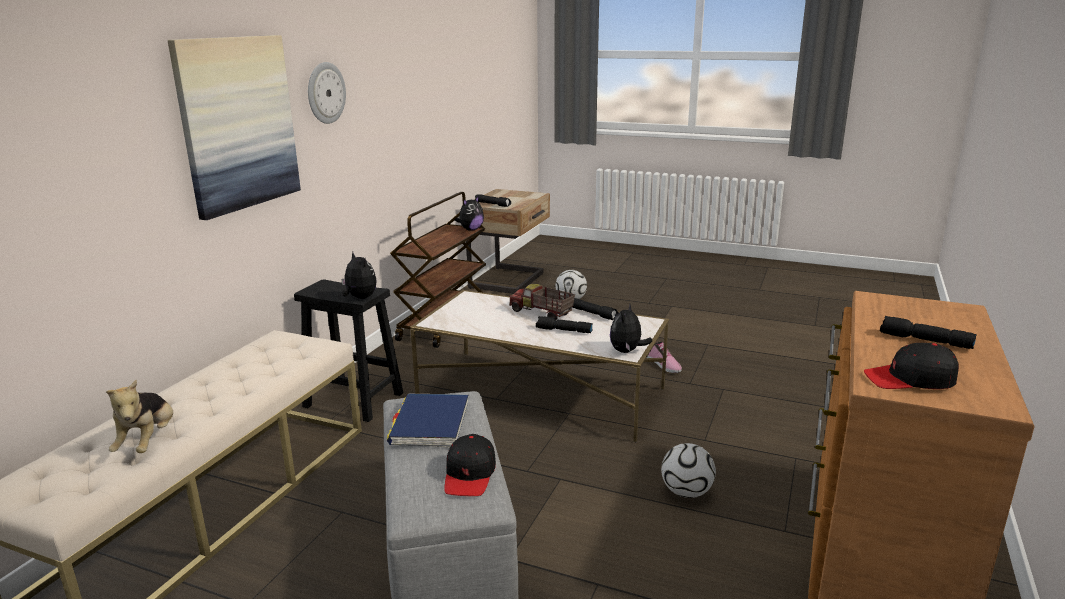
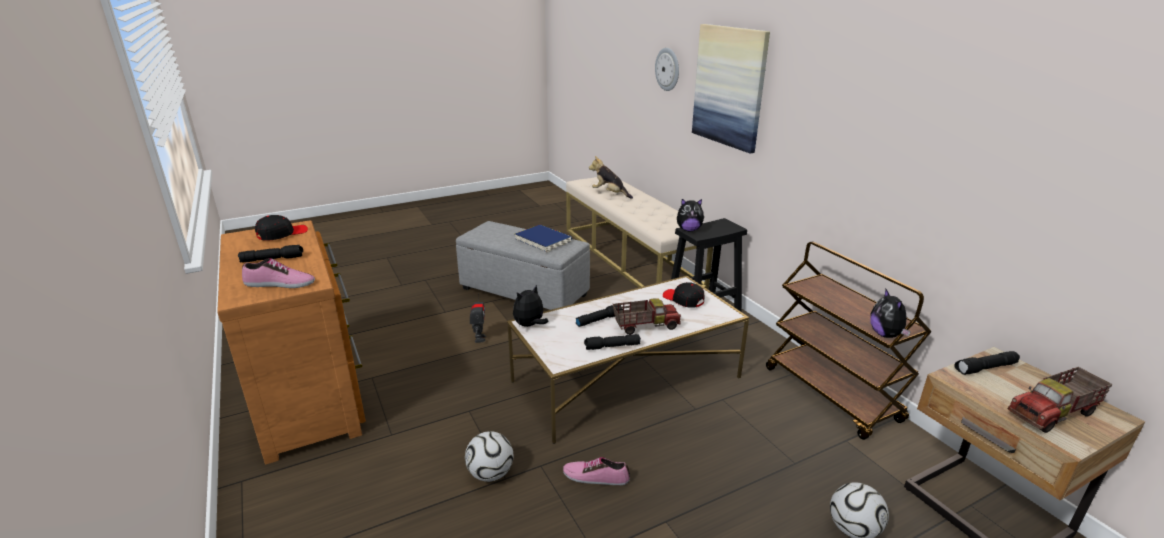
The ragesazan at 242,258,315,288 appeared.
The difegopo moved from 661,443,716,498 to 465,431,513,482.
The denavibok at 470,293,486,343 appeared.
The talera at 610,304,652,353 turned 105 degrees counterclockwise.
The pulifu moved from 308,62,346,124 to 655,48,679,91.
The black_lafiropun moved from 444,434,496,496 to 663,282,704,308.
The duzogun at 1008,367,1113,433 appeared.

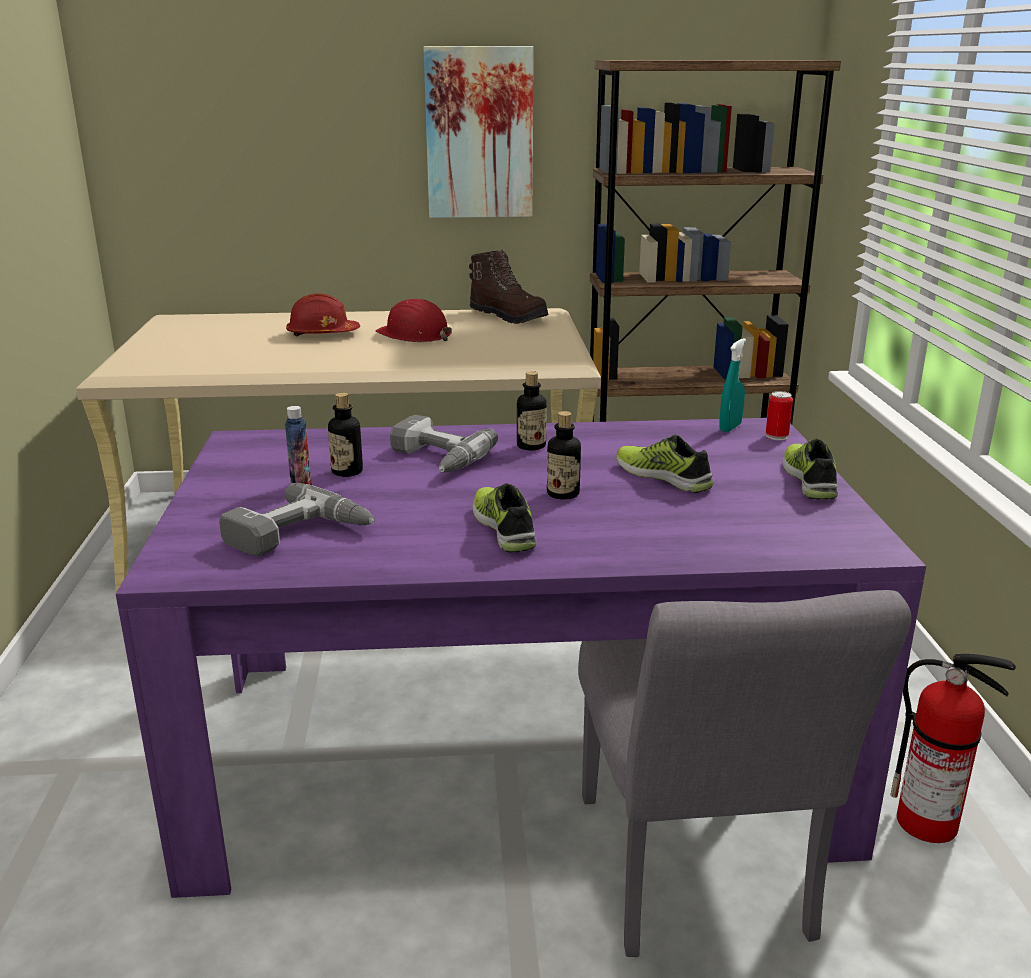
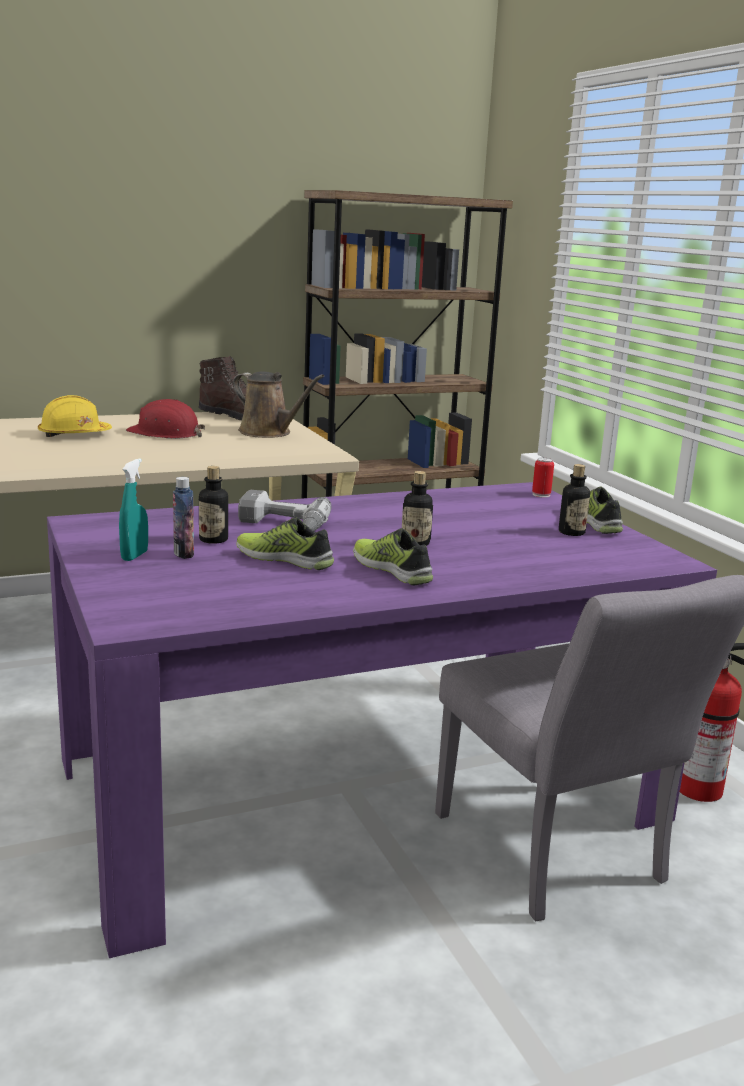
The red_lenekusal at 286,293,360,336 became the yellow_lenekusal at 38,395,112,437.
The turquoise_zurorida moved from 719,338,746,432 to 119,458,148,561.
The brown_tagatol at 233,371,324,438 appeared.
The ragesazan moved from 616,435,714,493 to 236,517,334,570.
The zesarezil moved from 517,371,547,450 to 559,464,590,536.
The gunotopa at 219,483,375,556 disappeared.
The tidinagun at 423,46,533,218 disappeared.

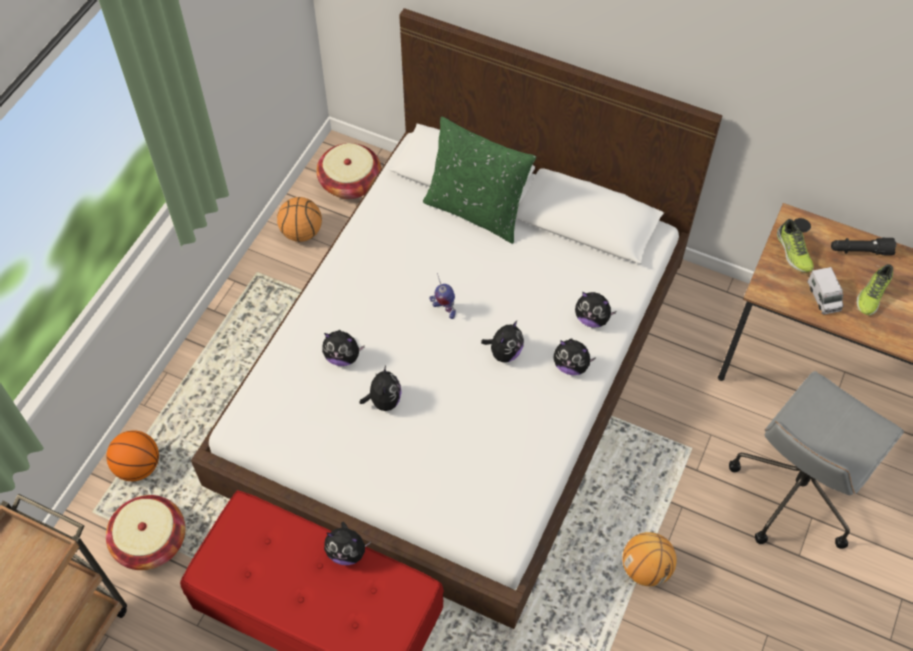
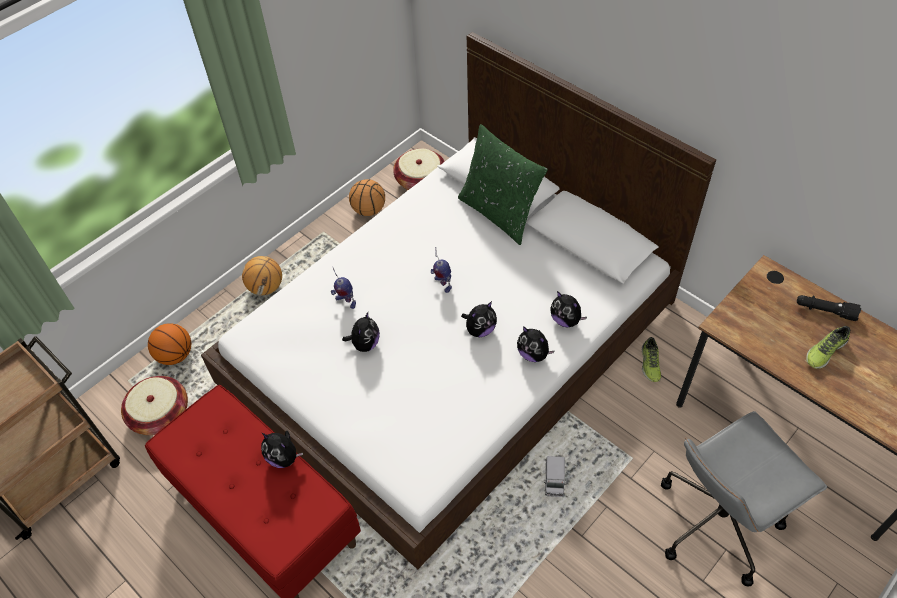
The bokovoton moved from 623,532,677,586 to 242,256,282,295.
The talera at 322,330,365,366 was replaced by the denavibok at 331,268,356,309.
The duzogun moved from 807,267,845,315 to 544,456,565,497.
The ragesazan moved from 777,219,814,272 to 642,337,661,382.

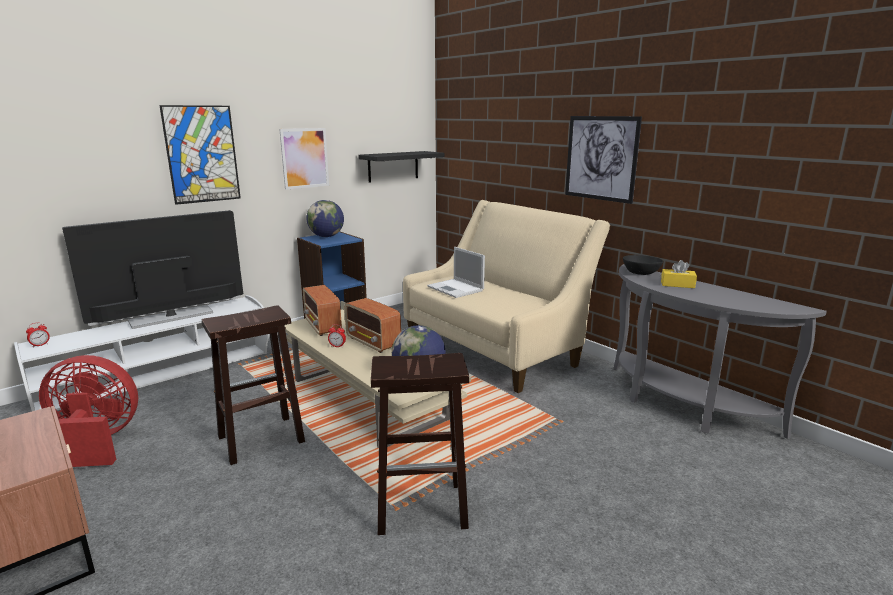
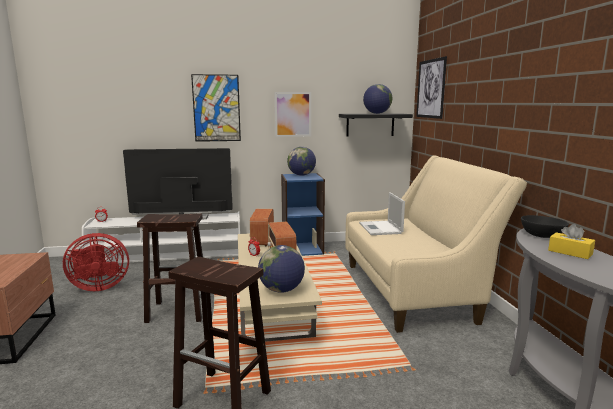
The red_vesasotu at 39,355,138,467 turned 135 degrees clockwise.
The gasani at 363,84,393,114 appeared.
The tidinagun moved from 565,116,642,204 to 416,56,447,119.

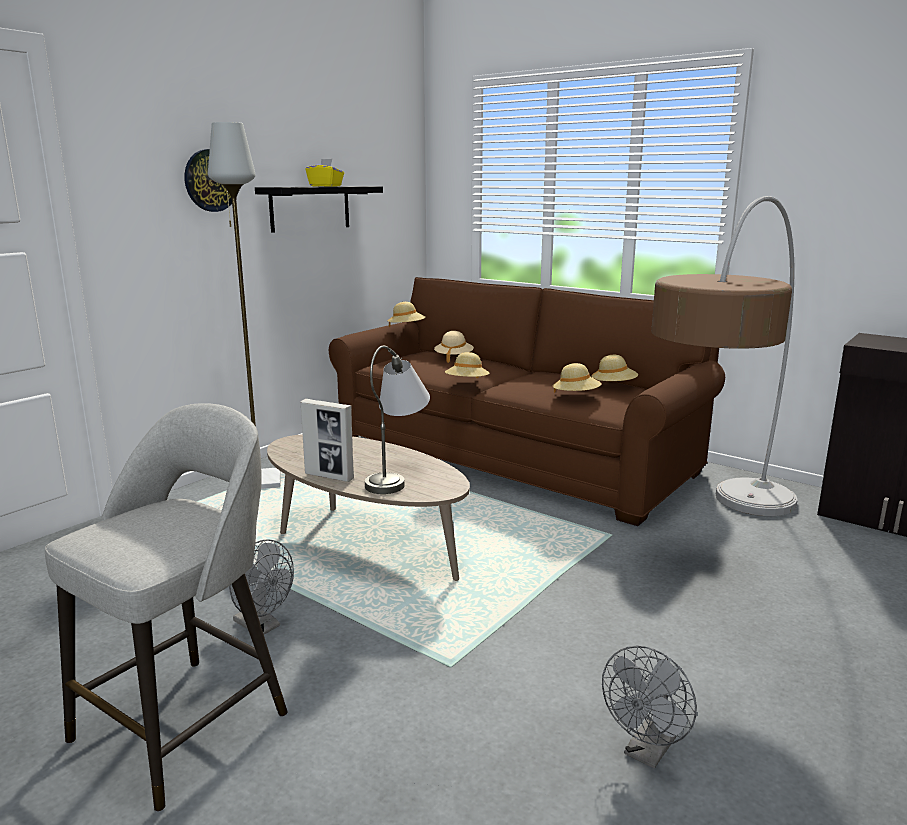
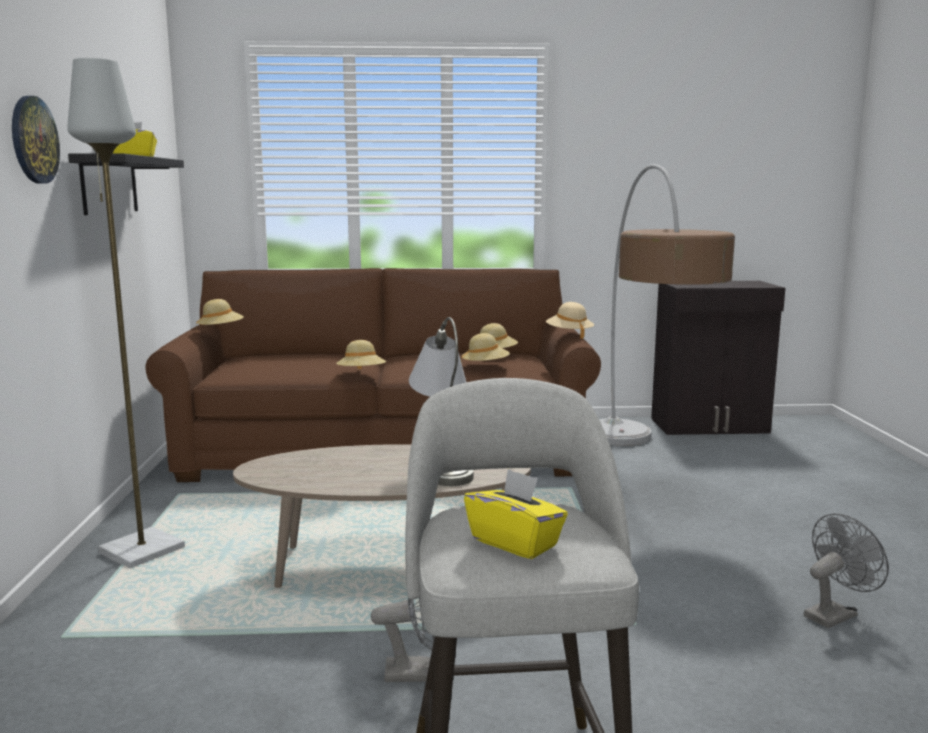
The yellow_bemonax at 464,469,568,559 appeared.
The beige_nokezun moved from 434,331,474,363 to 546,302,594,339.
The grey_vesasotu at 602,646,697,769 turned 120 degrees counterclockwise.
The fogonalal at 301,399,354,482 disappeared.

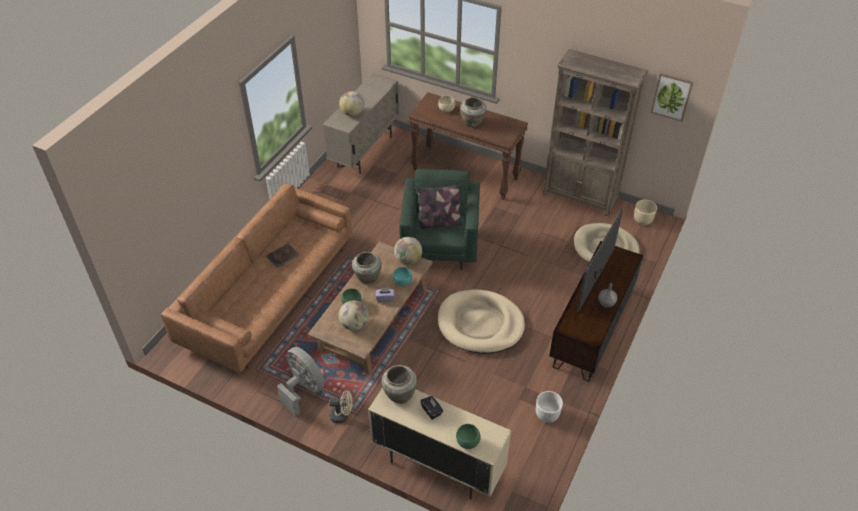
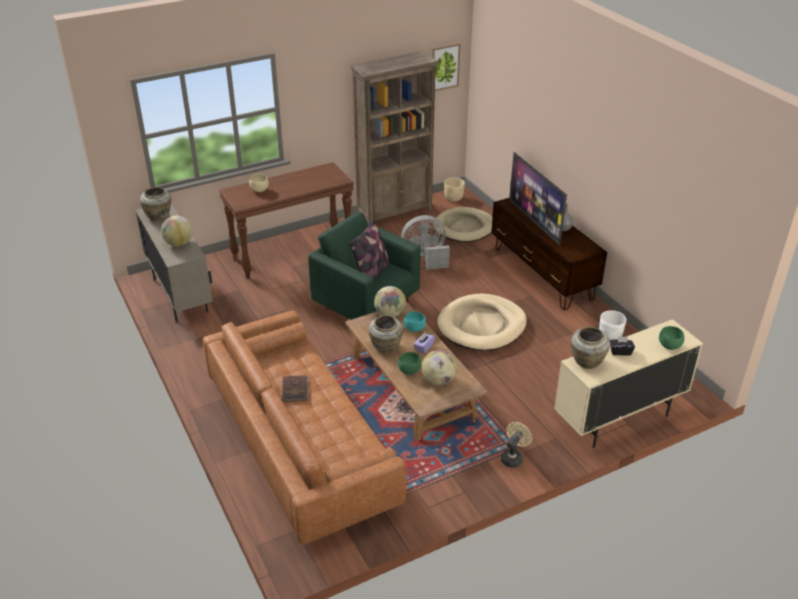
The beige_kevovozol moved from 460,97,487,127 to 140,187,171,221.
The grey_vesasotu moved from 277,347,325,416 to 401,215,450,270.

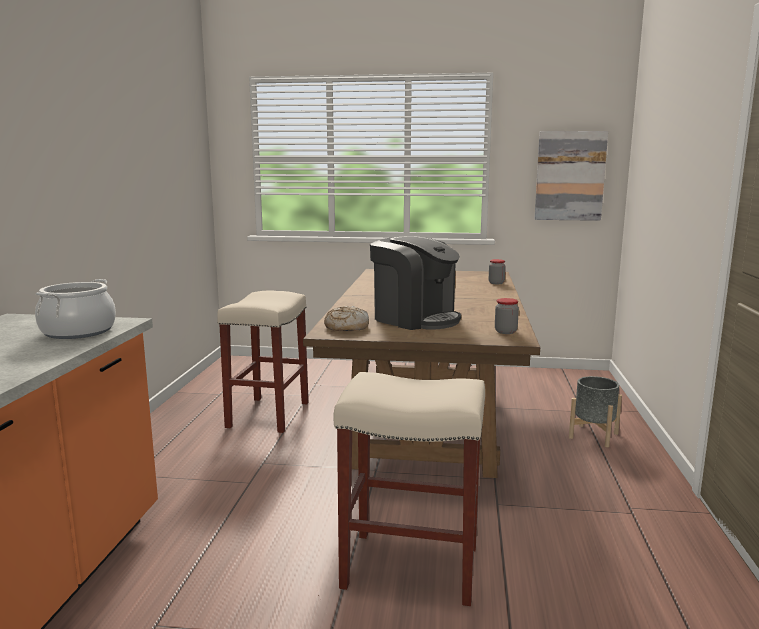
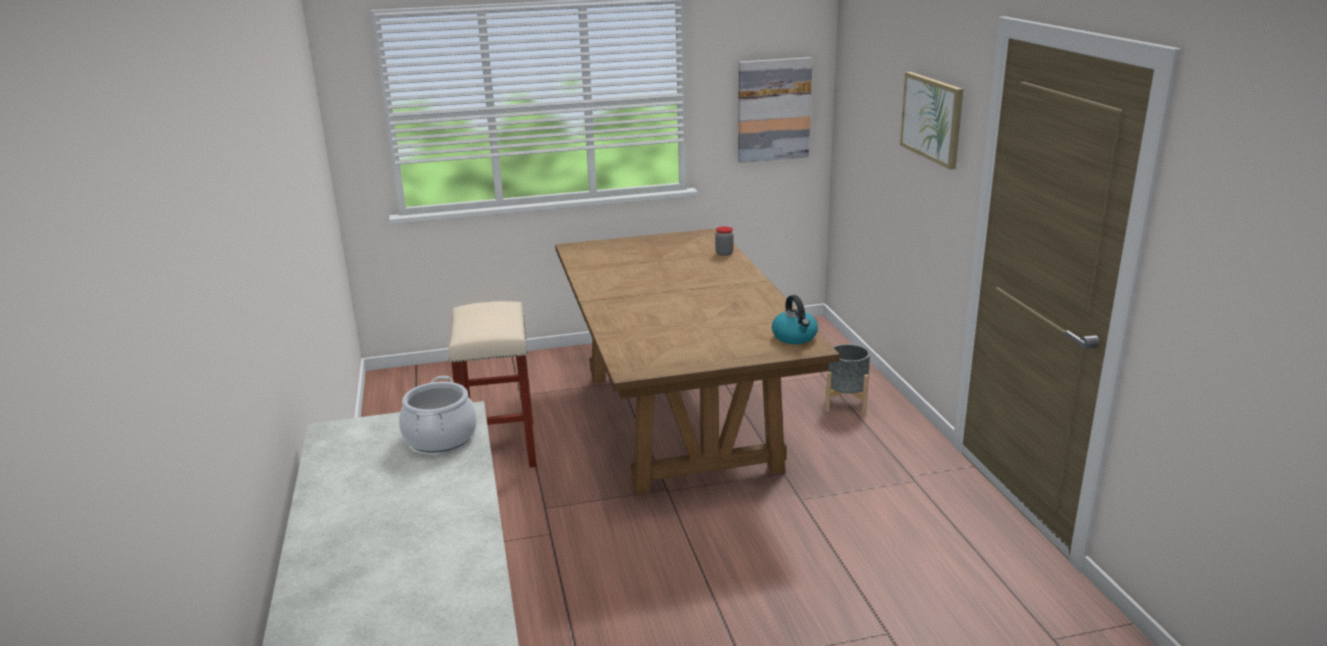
The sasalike at 495,298,519,334 was replaced by the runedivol at 772,295,818,344.
The tidinagun at 900,72,963,169 appeared.
The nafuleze at 324,306,369,331 disappeared.
The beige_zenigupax at 334,372,485,606 disappeared.
The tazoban at 370,236,461,330 disappeared.

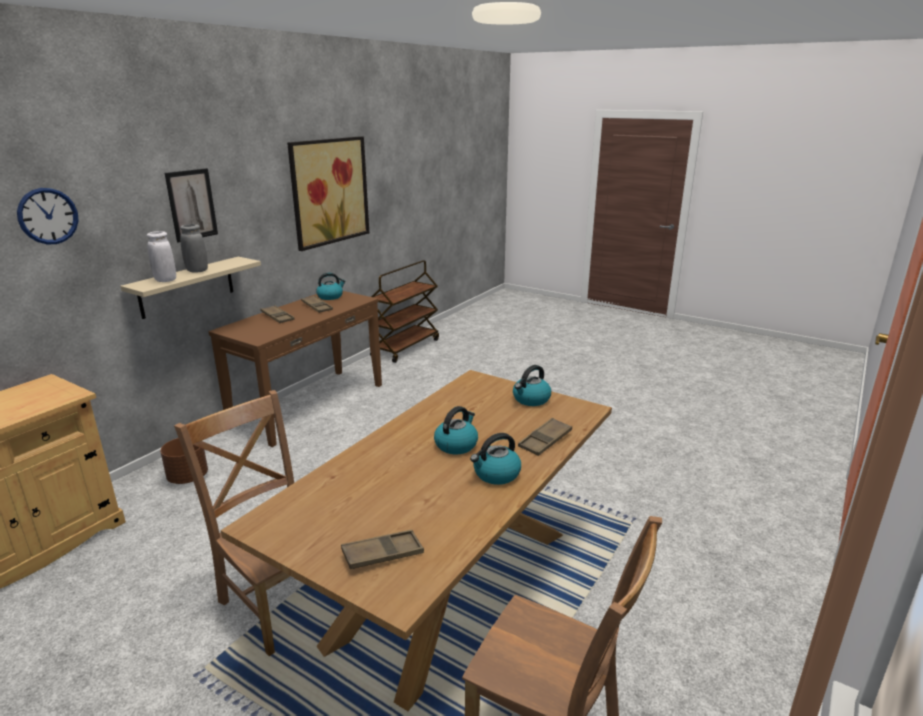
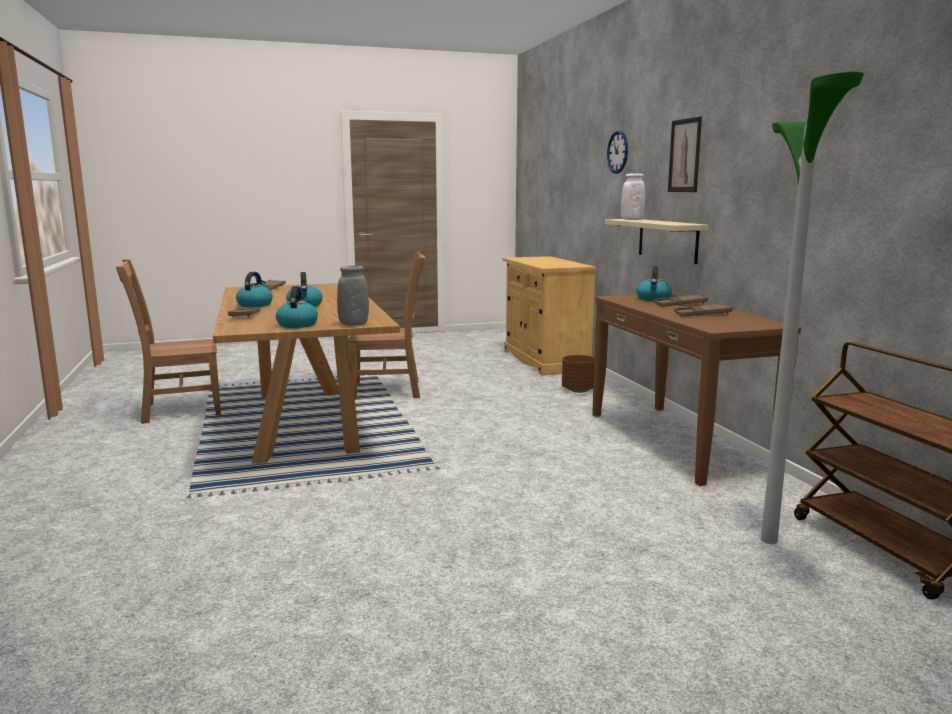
The grey_kevovozol moved from 180,224,208,273 to 337,266,369,326.
The runedivol moved from 316,273,346,300 to 636,266,672,301.
The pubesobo at 761,71,864,544 appeared.
The tidinagun at 287,136,369,251 disappeared.

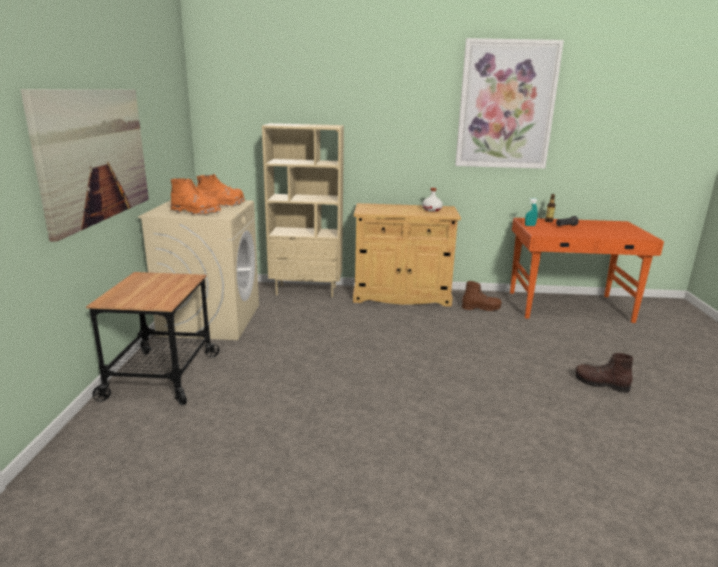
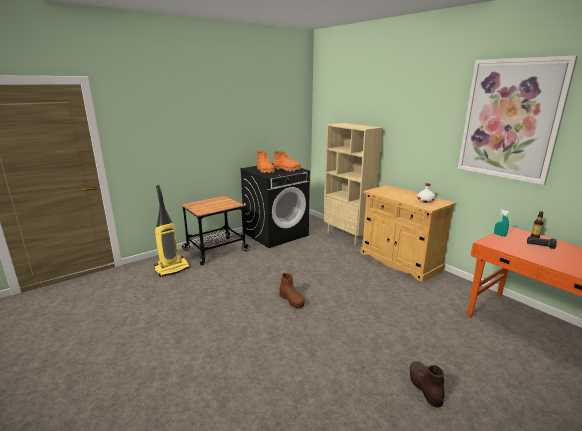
The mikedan at 154,185,190,277 appeared.
The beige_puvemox at 138,200,259,340 became the black_puvemox at 240,163,310,248.
The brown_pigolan moved from 462,281,502,311 to 280,273,305,308.
The tidinagun at 21,89,149,242 disappeared.

